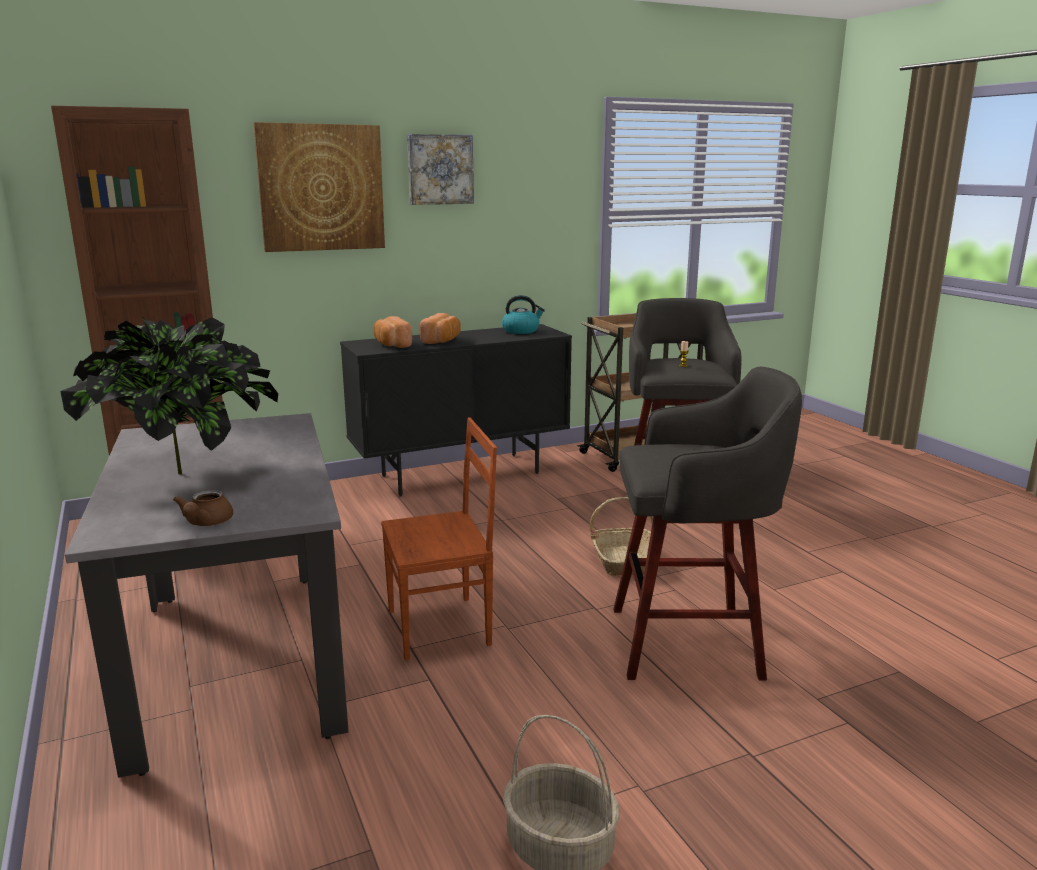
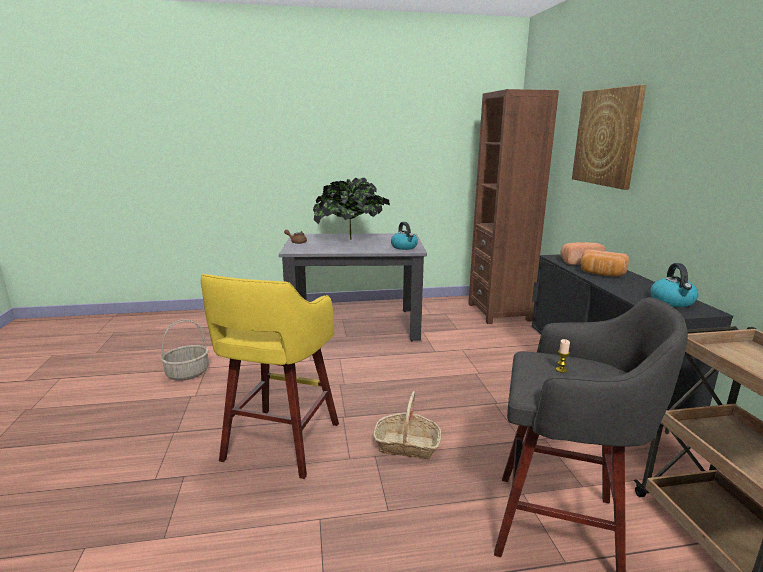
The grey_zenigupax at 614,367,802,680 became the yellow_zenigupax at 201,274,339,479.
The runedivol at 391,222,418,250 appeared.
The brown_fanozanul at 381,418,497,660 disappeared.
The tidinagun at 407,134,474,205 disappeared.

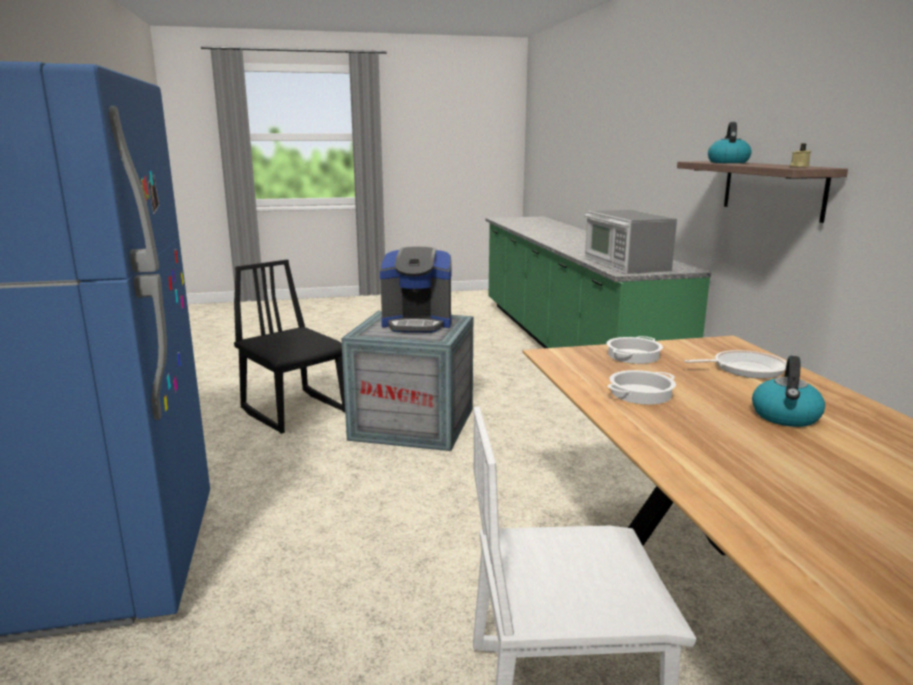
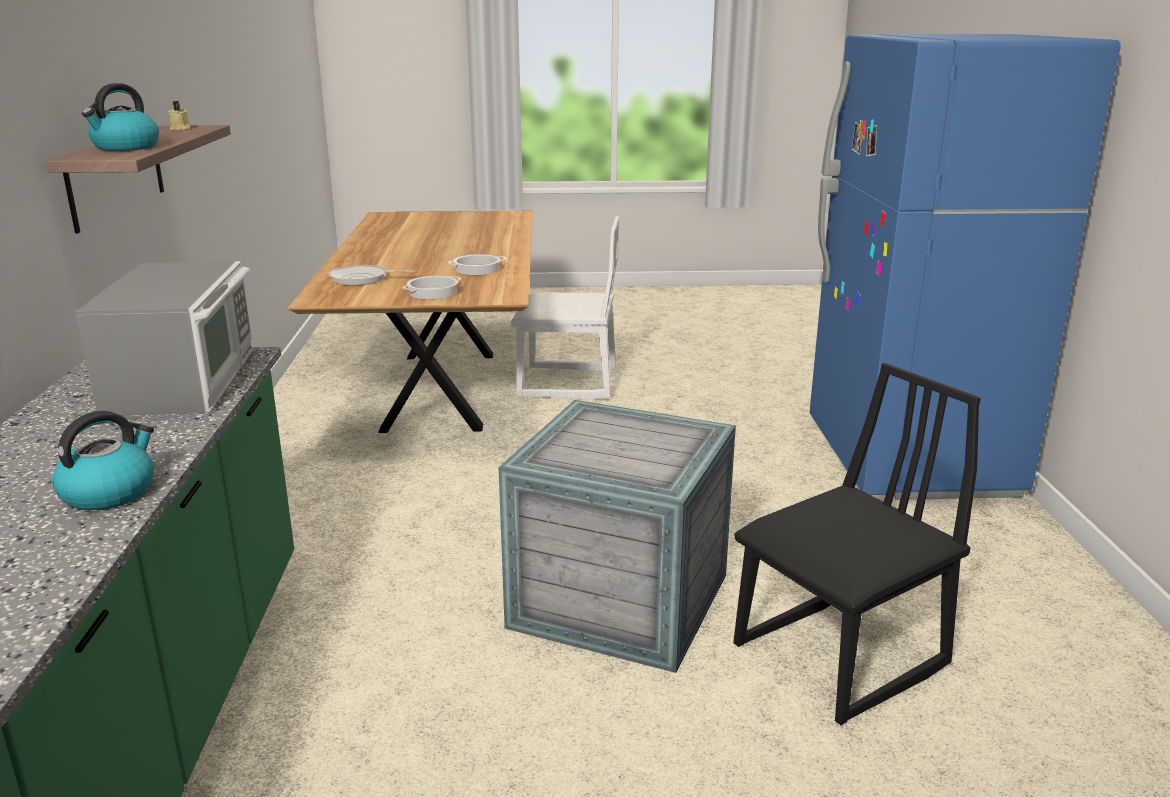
The runedivol moved from 752,356,825,427 to 52,411,154,510.
The black_fanozanul at 234,260,345,434 turned 90 degrees counterclockwise.
The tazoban at 380,246,452,333 disappeared.

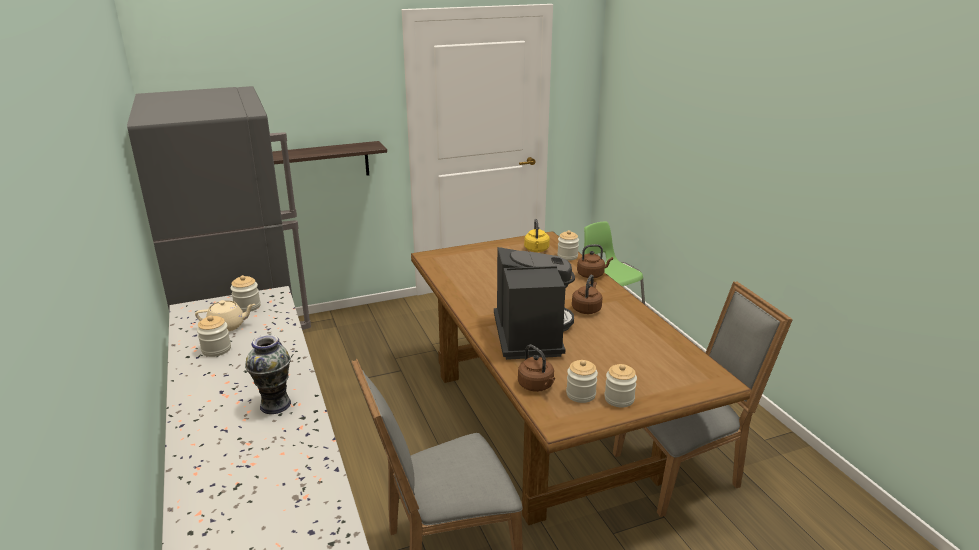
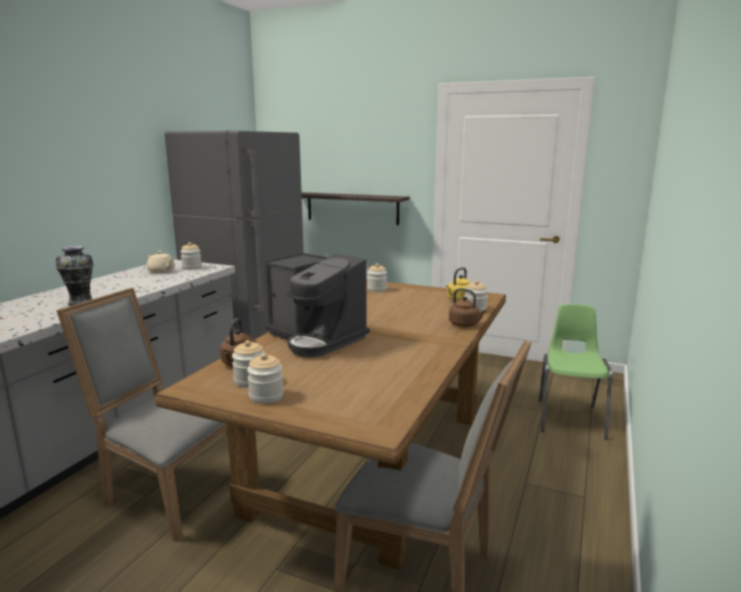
The tazoban at 494,247,575,360 turned 90 degrees clockwise.
The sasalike moved from 197,315,231,357 to 367,263,387,292.
The brown_runedivol at 572,275,603,314 disappeared.

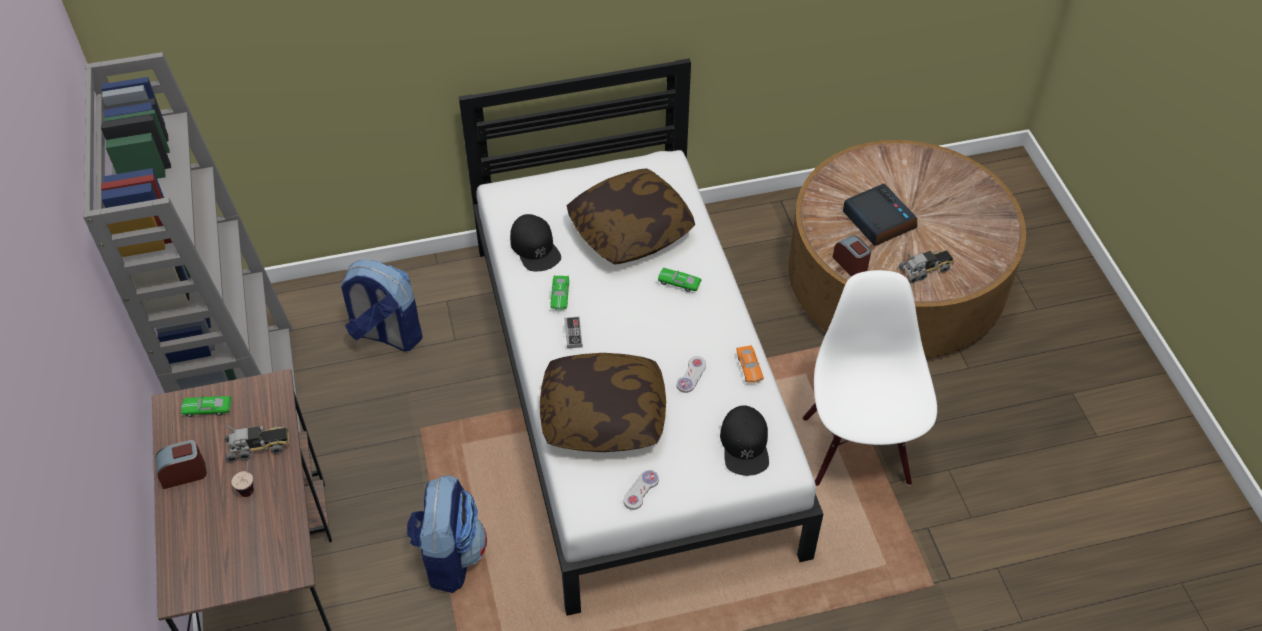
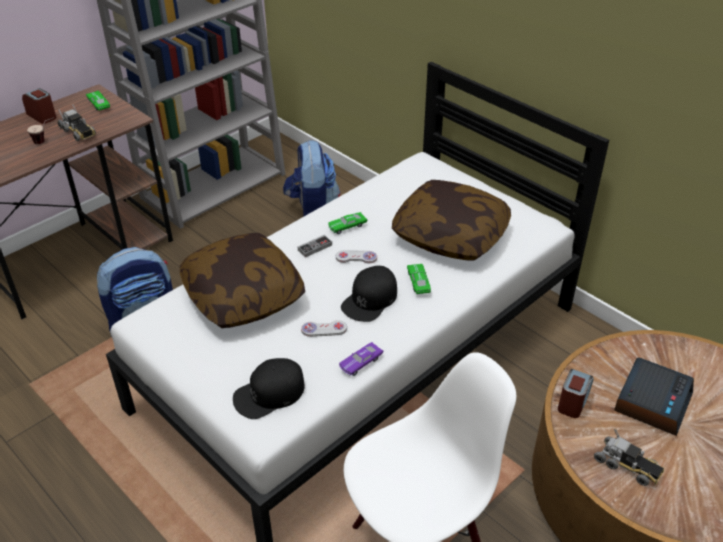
The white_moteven moved from 624,470,659,510 to 336,250,377,263.
The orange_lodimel at 736,345,764,383 became the purple_lodimel at 339,342,384,376.
The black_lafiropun moved from 510,214,561,271 to 341,266,397,322.

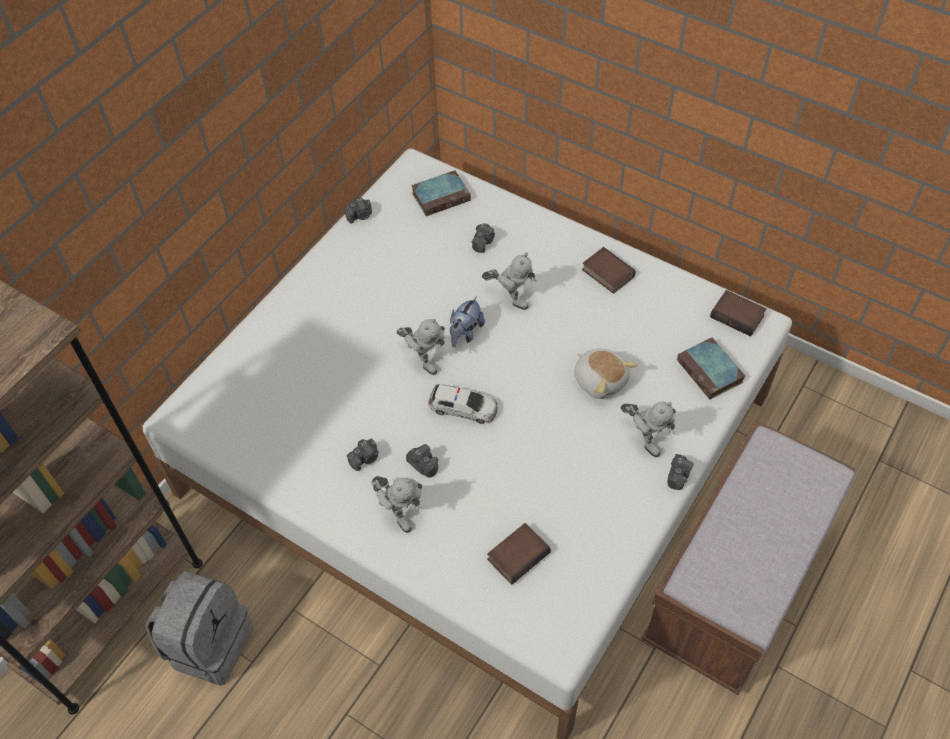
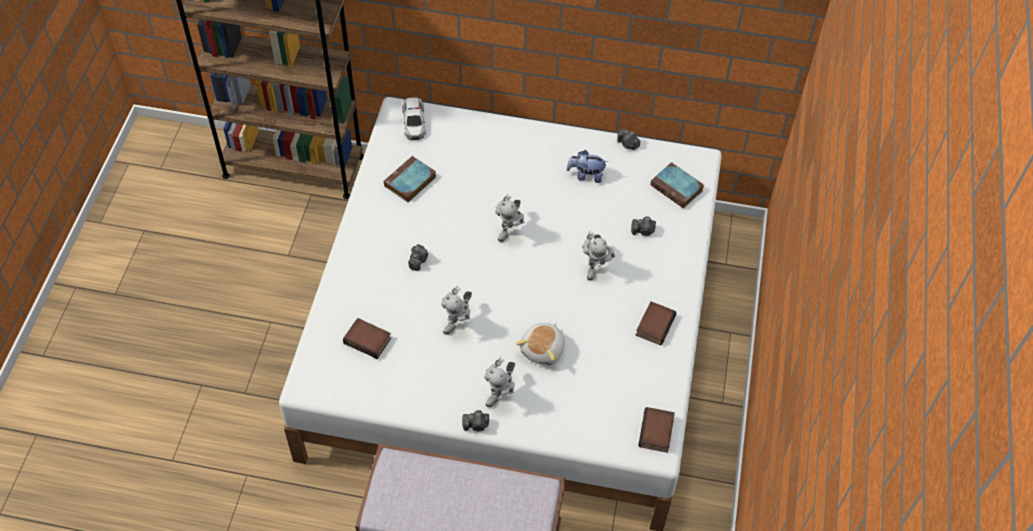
The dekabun moved from 677,337,745,400 to 384,156,436,202.
The lodimel moved from 428,384,497,424 to 402,97,426,140.
The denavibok moved from 371,476,422,533 to 441,286,472,335.
The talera moved from 450,296,485,347 to 567,150,608,183.
The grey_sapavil at 145,571,253,686 disappeared.
The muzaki at 347,439,379,471 disappeared.

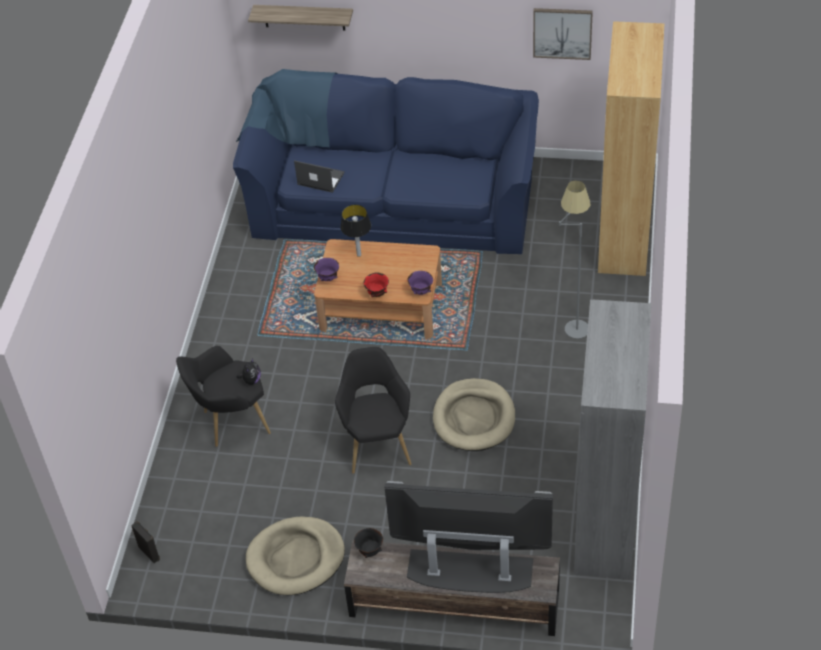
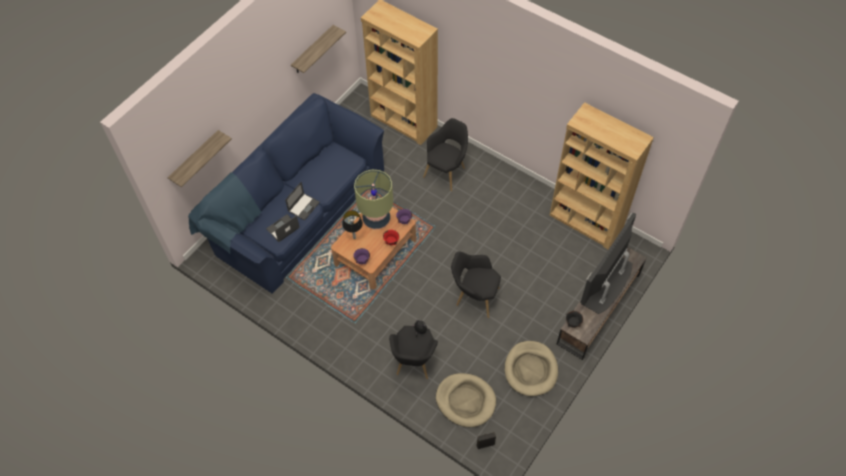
The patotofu at 285,182,320,221 appeared.
The tidinagun at 533,8,593,60 was replaced by the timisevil at 291,25,346,73.
The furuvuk at 354,170,393,229 appeared.
The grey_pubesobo at 559,180,590,339 was replaced by the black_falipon at 423,118,468,191.
The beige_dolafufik moved from 433,378,515,451 to 436,373,496,427.
The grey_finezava at 574,300,651,580 became the brown_finezava at 550,102,654,249.

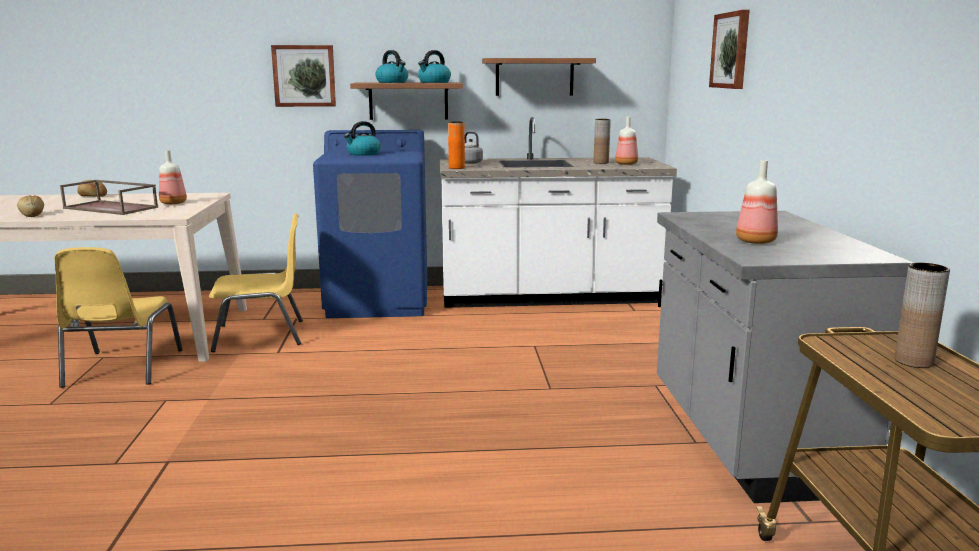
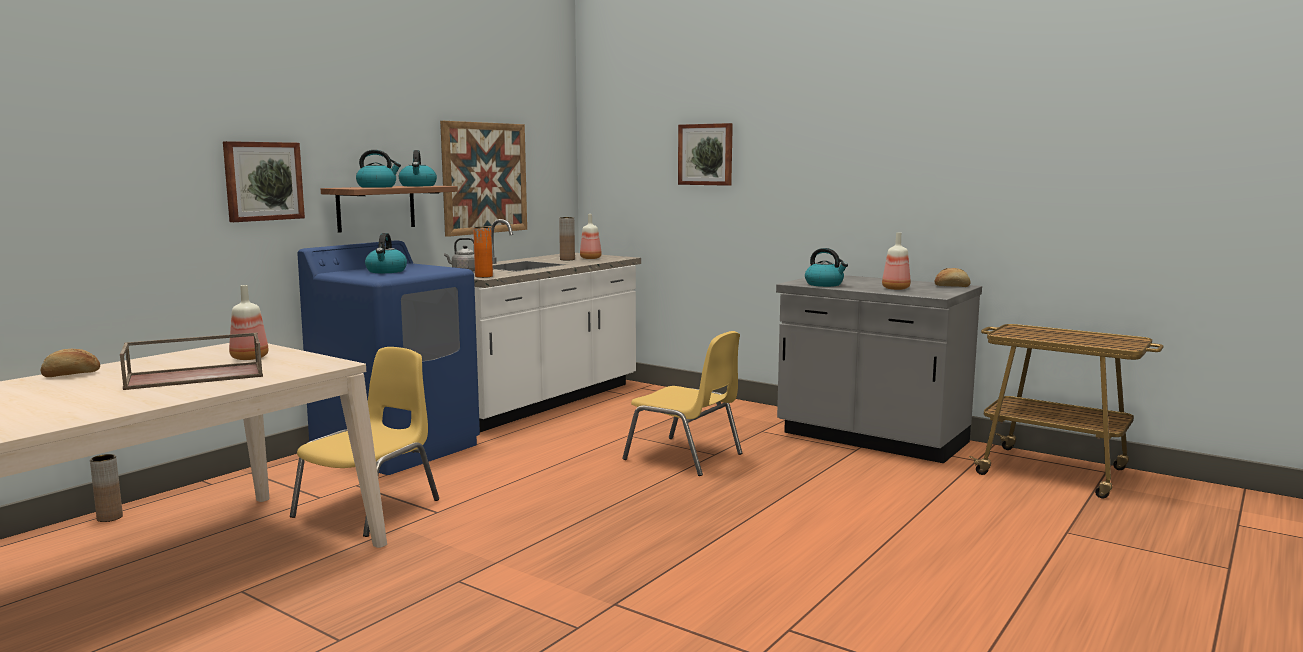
The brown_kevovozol moved from 895,263,950,368 to 90,454,123,522.
The timisevil at 482,58,596,96 was replaced by the tidinagun at 440,121,527,237.
The yellow_fanozanul moved from 55,247,183,388 to 622,331,742,476.
The runedivol at 805,248,848,287 appeared.
The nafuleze moved from 17,195,44,217 to 934,268,971,287.

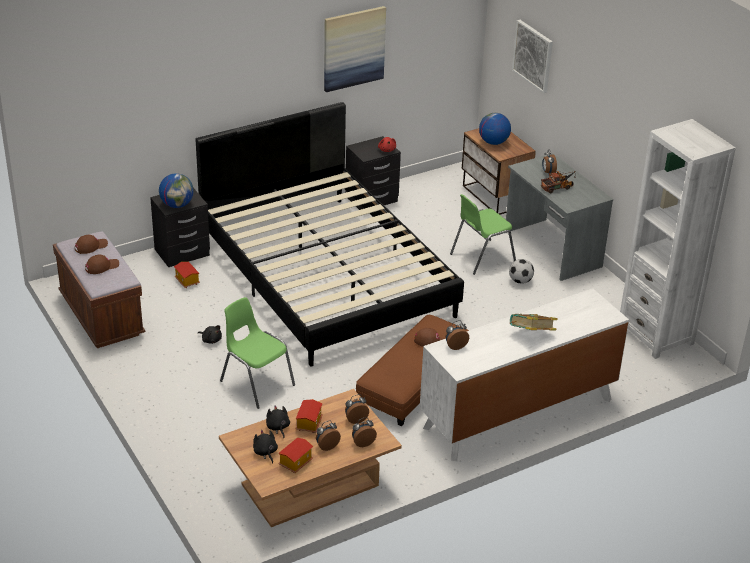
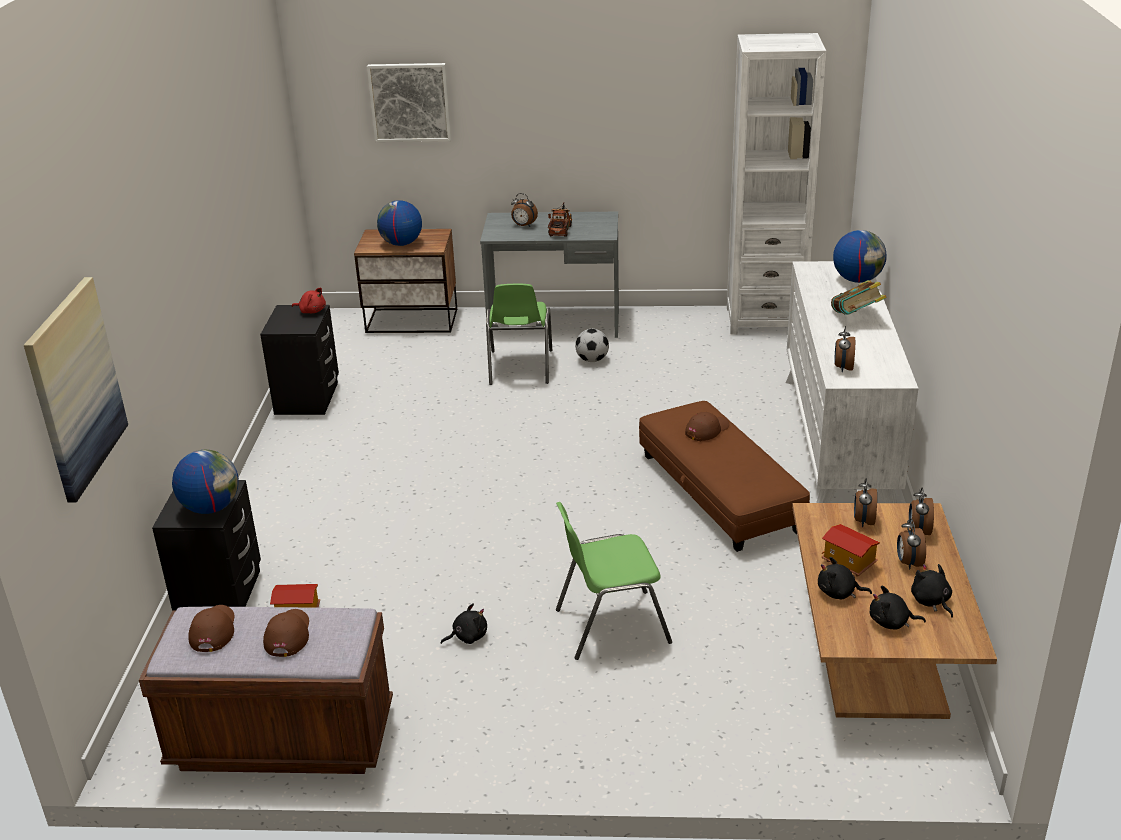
The tidinagun moved from 324,6,386,92 to 24,277,128,503.
The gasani at 833,230,887,283 appeared.
The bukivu at 278,437,314,473 was replaced by the black_talera at 911,564,953,618.
The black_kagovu at 196,102,464,367 disappeared.

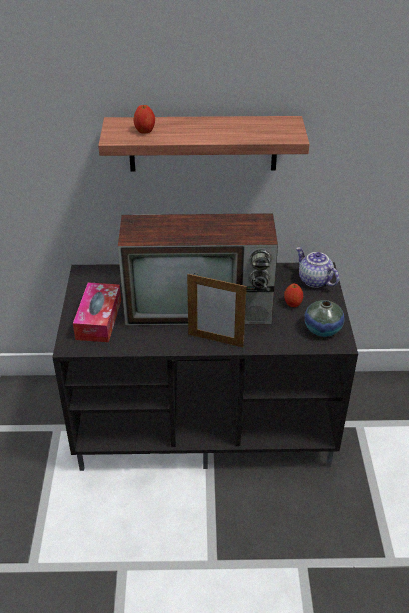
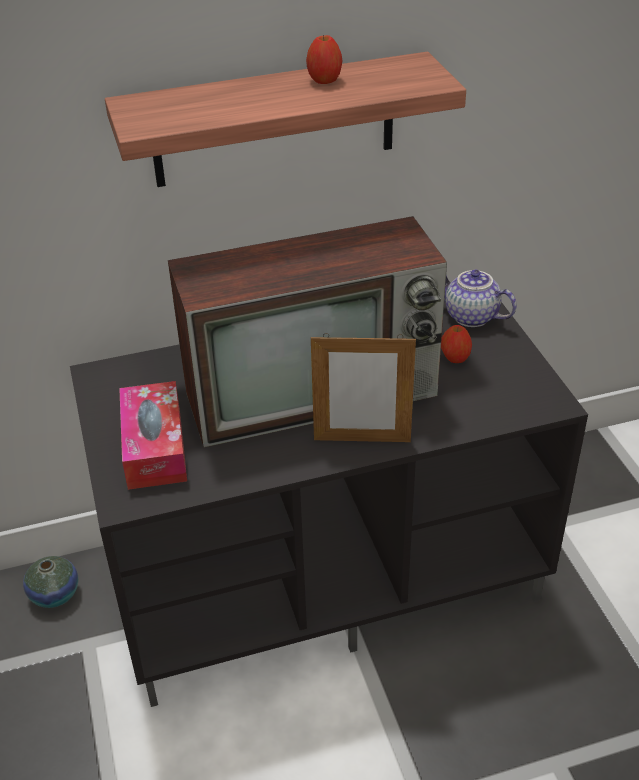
The kevovozol moved from 304,300,345,337 to 23,556,79,608.
The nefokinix moved from 133,105,155,134 to 306,34,342,84.

